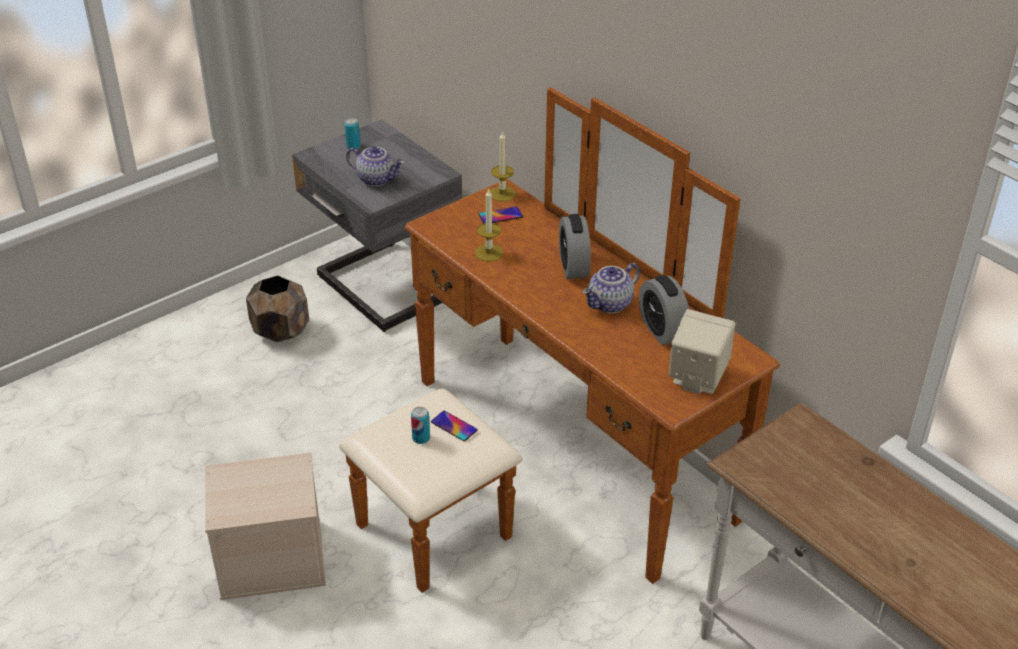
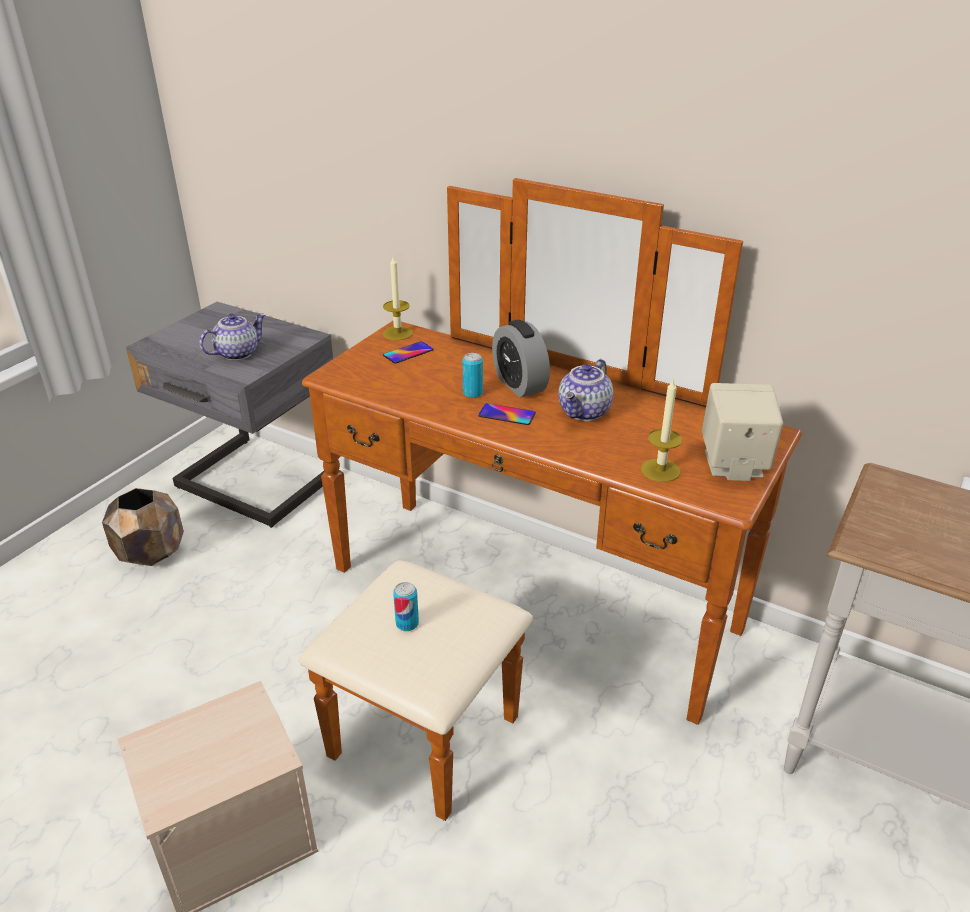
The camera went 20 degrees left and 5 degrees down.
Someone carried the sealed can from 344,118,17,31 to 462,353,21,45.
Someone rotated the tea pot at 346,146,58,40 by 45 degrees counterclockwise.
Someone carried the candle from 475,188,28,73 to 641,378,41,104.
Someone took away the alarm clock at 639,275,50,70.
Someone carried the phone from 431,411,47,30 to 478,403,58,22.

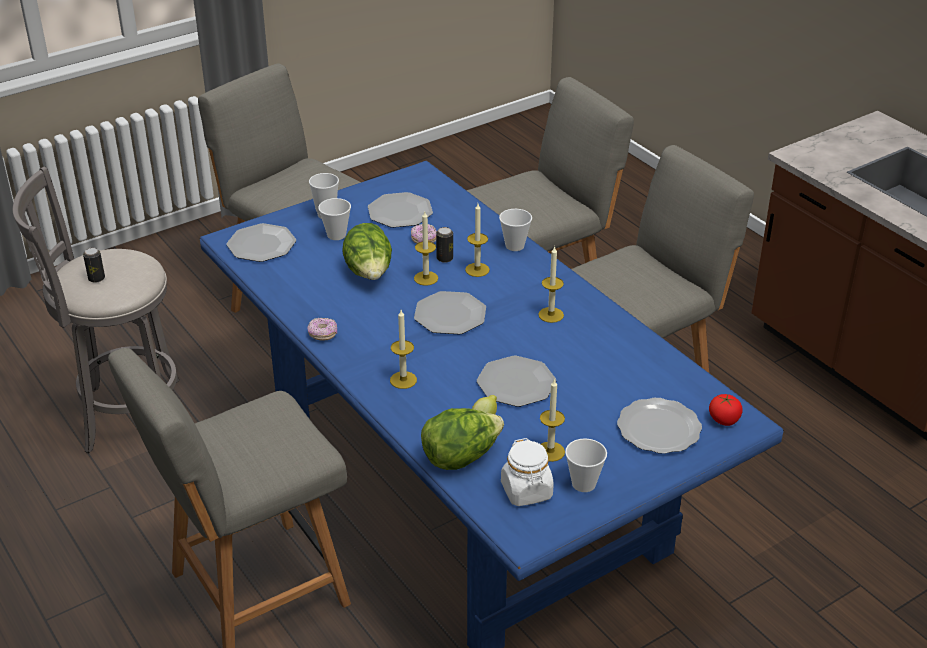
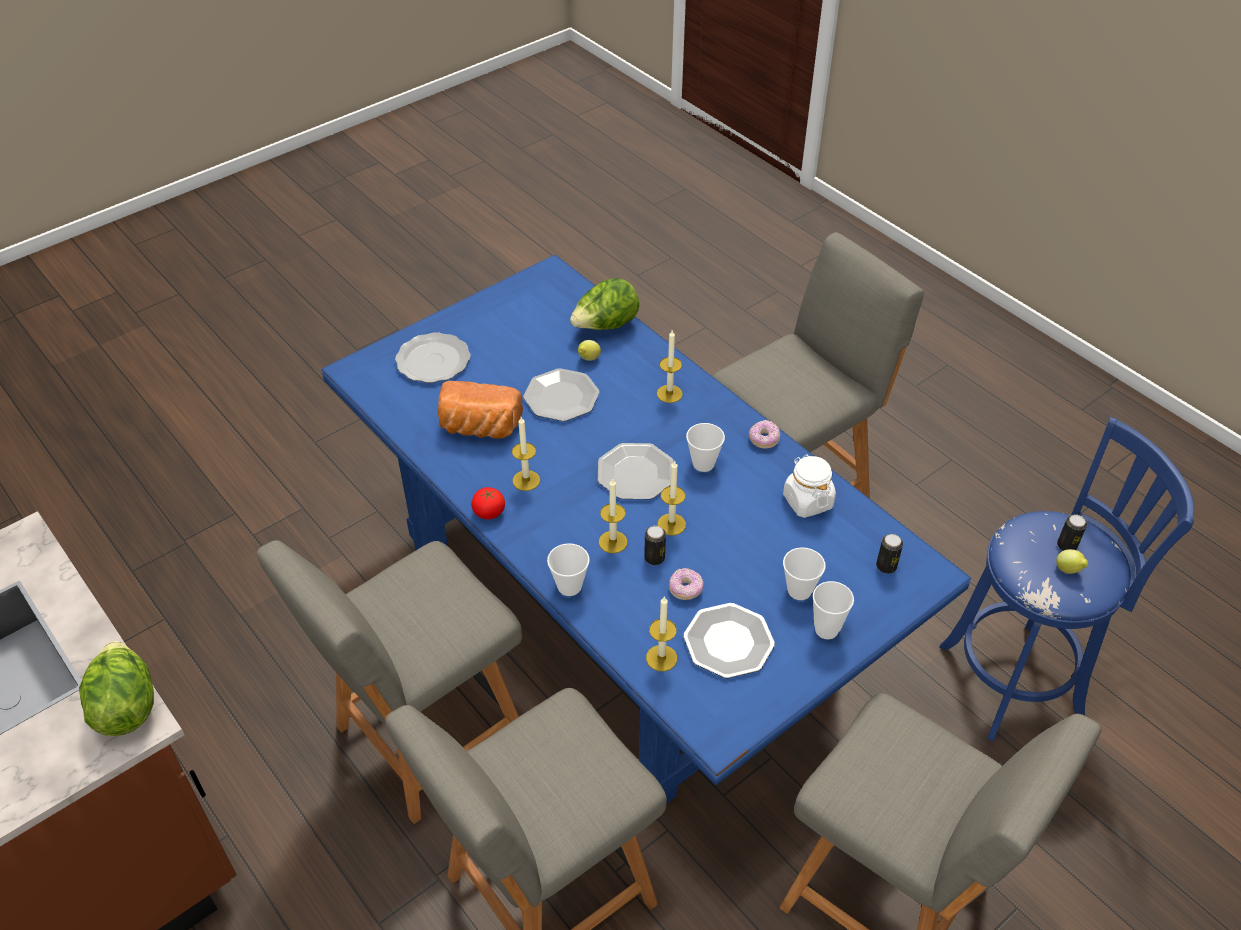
The camera went 175 degrees right and 10 degrees up.
Someone repainted the grey stool at 13,166,167,287, which became the bluish stool at 939,417,255,324.
Someone swapped the dinner plate at 227,223,69,39 for the sealed can at 876,534,27,39.
Someone carried the lettuce head from 342,223,50,57 to 79,641,75,95.
Someone carried the candle from 540,378,25,84 to 646,596,31,75.
Someone carried the tomato from 709,394,34,32 to 471,487,34,32.
Someone carried the white-coloured jar from 501,438,53,68 to 783,454,53,64.
Someone carried the small cup from 565,438,42,54 to 686,423,39,49.
Someone put down the baked bread at 438,381,85,58.
Someone put down the lemon at 1056,549,32,25.

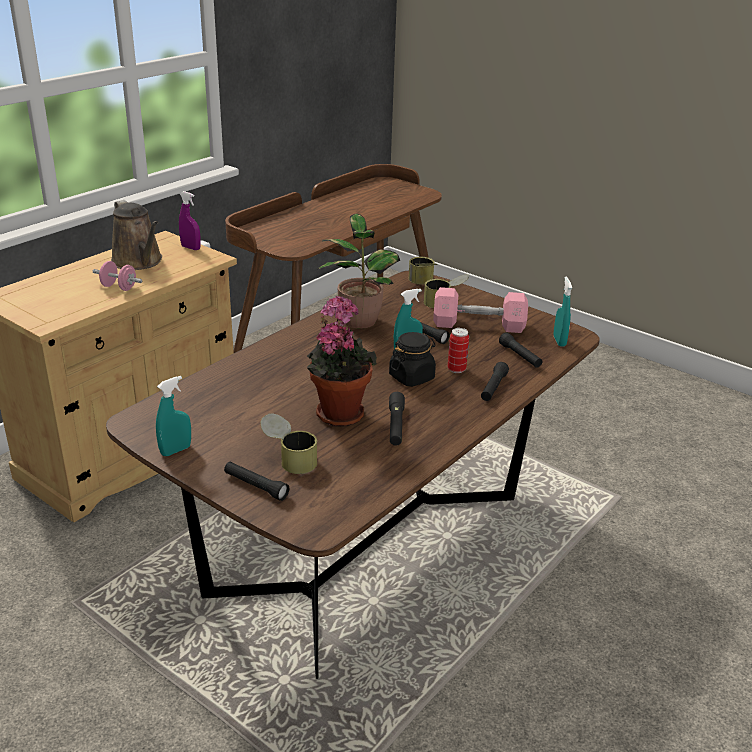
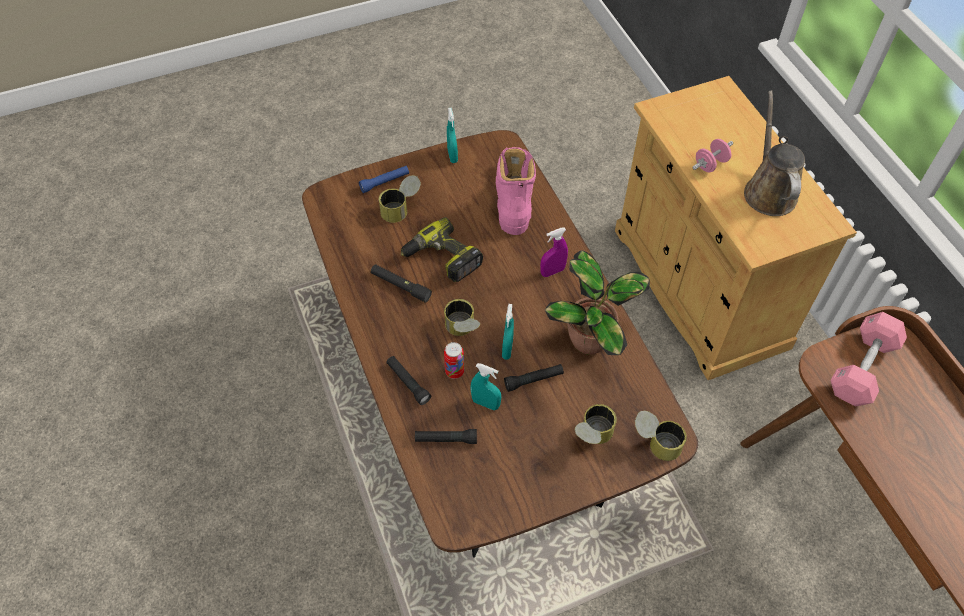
The camera went 120 degrees right and 25 degrees up.
Someone carried the purplish hand sprayer from 179,191,22,59 to 540,228,28,49.
Someone rotated the brown watering pot at 111,200,51,70 by 90 degrees clockwise.
Someone carried the turquoise hand sprayer from 554,276,18,70 to 471,363,30,47.
Someone carried the pink-coloured free weight from 433,287,95,46 to 830,312,77,95.
Someone swapped the plant in a pot at 307,296,70,130 for the power drill at 400,217,83,65.
Someone swapped the black-coloured jar at 389,332,47,55 for the sealed can at 444,299,36,37.
Someone repainted the black-coloured hand torch at 224,462,65,39, which became the bluish hand torch at 359,166,50,27.
Someone put down the pink-coloured tall boot at 496,147,40,88.

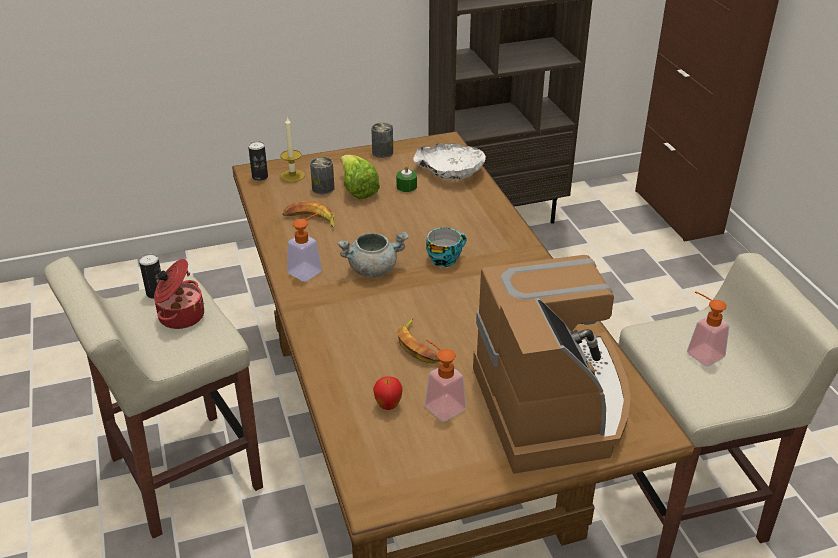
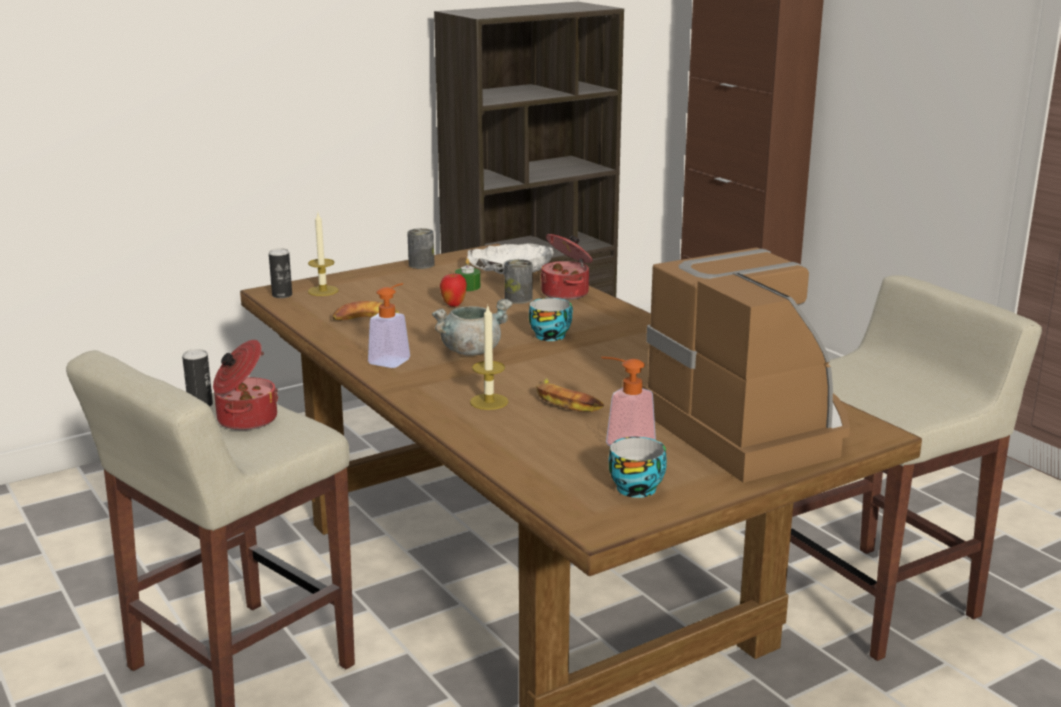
The camera went 15 degrees left and 15 degrees down.
Someone took away the lettuce head at 340,155,40,44.
Someone carried the sealed can from 310,157,25,38 to 504,259,29,45.
Someone took away the liquid soap bottle at 687,291,42,76.
Someone carried the apple from 373,376,30,34 to 440,272,27,35.
Someone put down the stockpot at 540,234,52,66.
Someone put down the candle at 470,304,38,106.
Someone put down the small cup at 609,437,58,61.

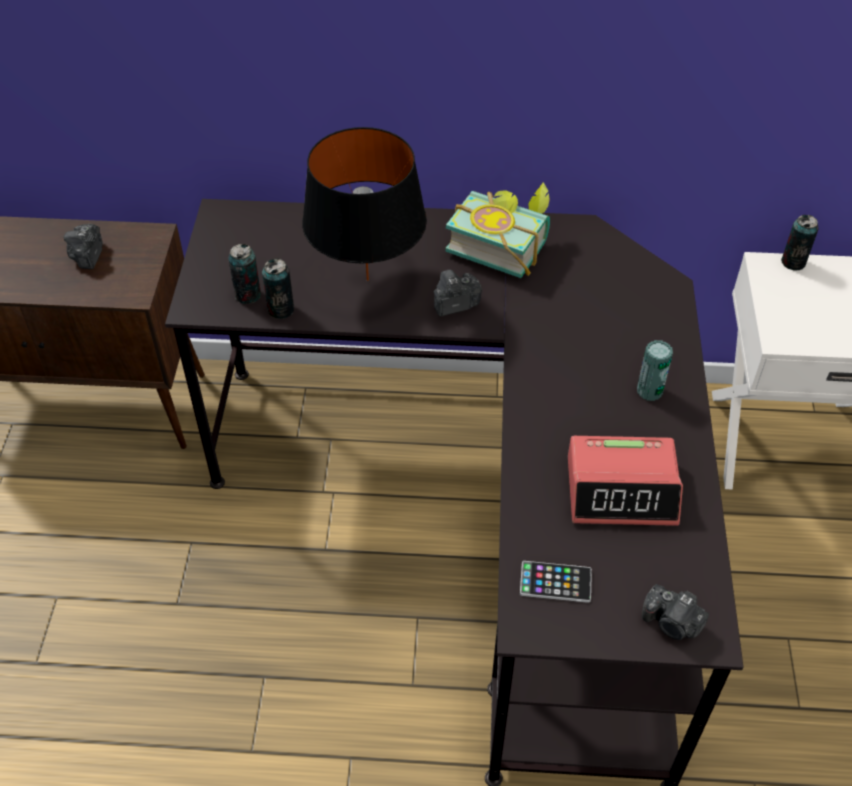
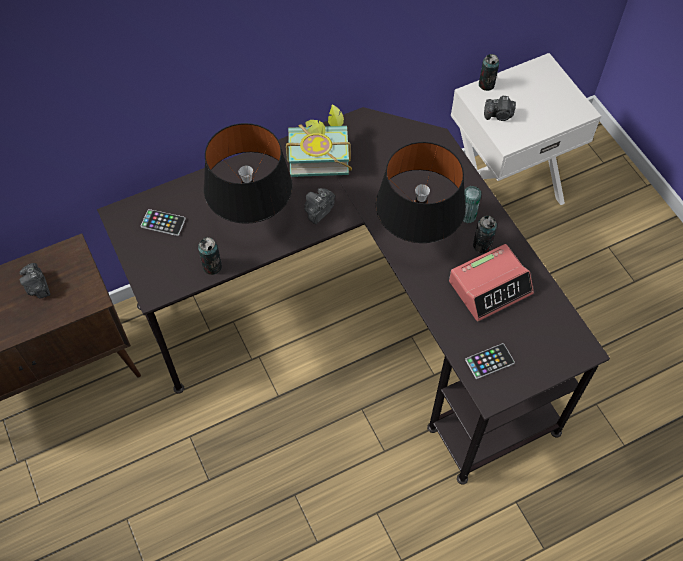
The camera went 30 degrees left and 10 degrees up.
Someone carried the sealed can from 228,244,33,60 to 473,215,24,38.
Someone carried the still camera from 642,584,67,56 to 484,96,32,25.
Someone put down the black-coloured tabletop lamp at 376,142,90,101.
Someone put down the phone at 141,209,45,27.

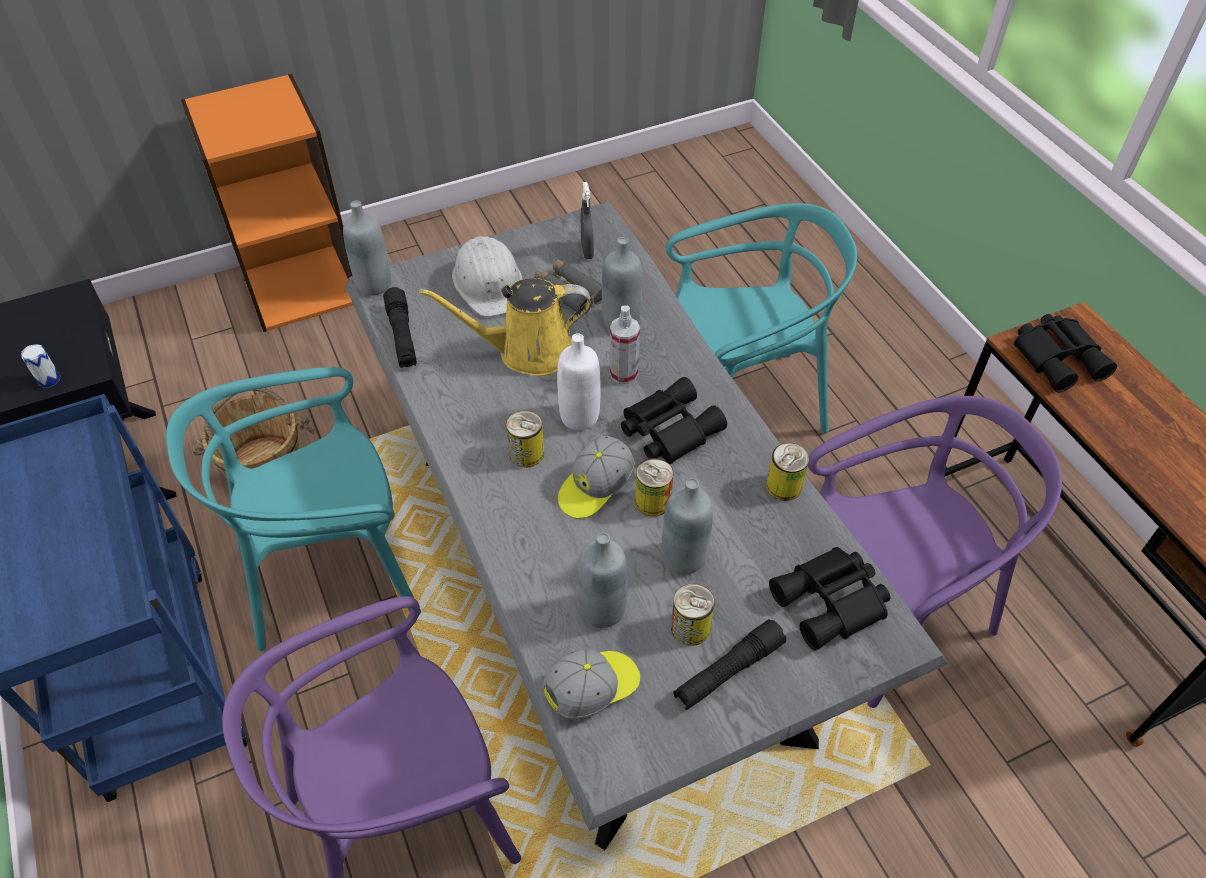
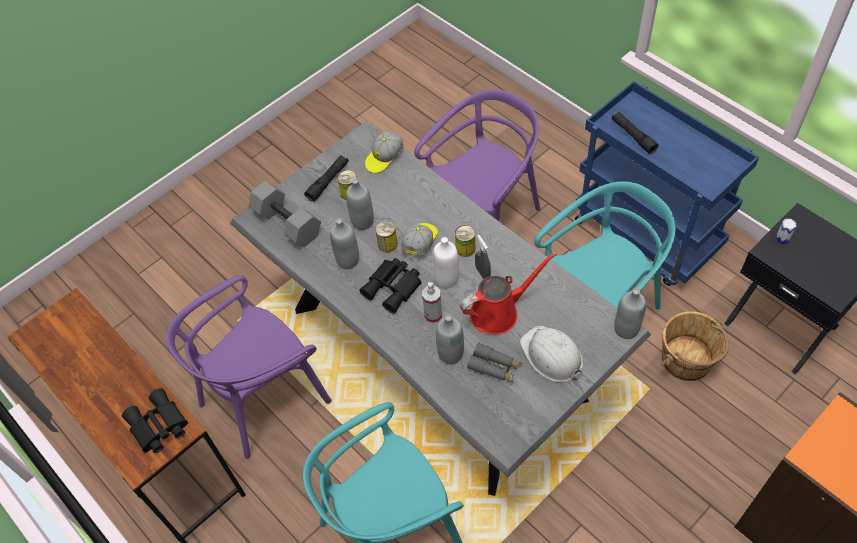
The camera went 165 degrees right and 5 degrees up.
Someone carried the grey hand sprayer from 581,182,13,77 to 475,235,16,44.
Someone repainted the yellow watering pot at 419,278,172,98, which became the reddish watering pot at 460,252,97,82.
Someone carried the black-coloured hand torch from 383,287,34,81 to 612,112,47,42.
Someone took away the sealed can at 766,443,43,58.
Someone carried the grey drink bottle from 578,532,50,96 to 330,218,29,51.
Someone swapped the black-coloured binoculars at 769,547,121,104 for the grey free weight at 248,181,73,66.

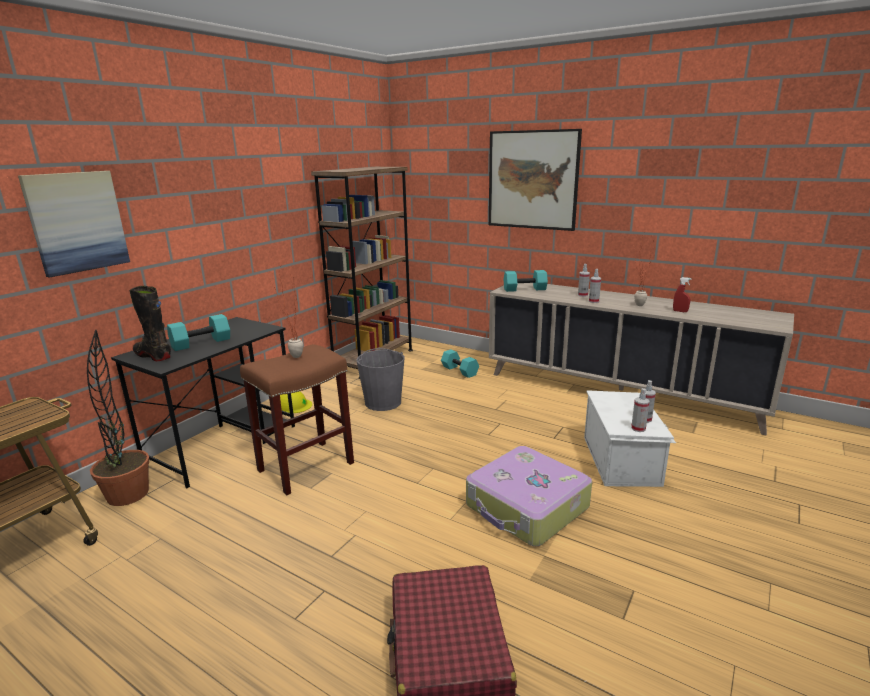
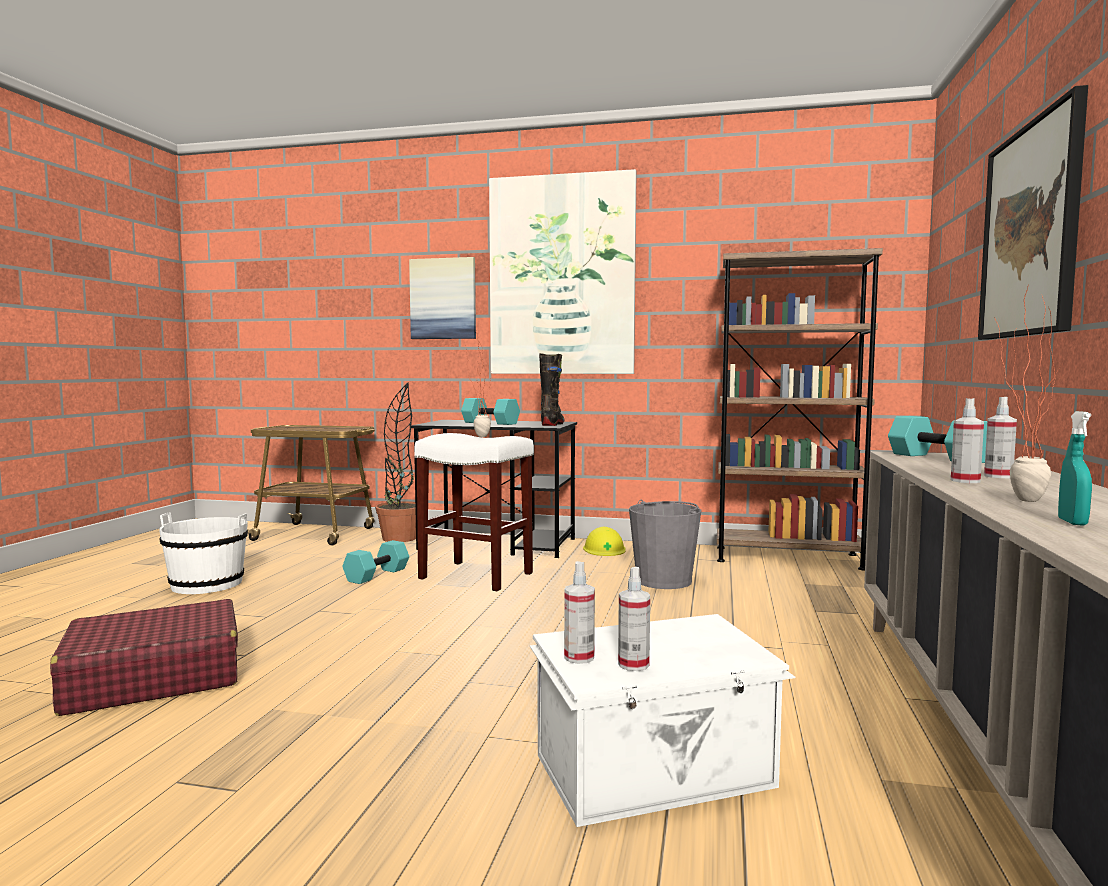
The camera went 70 degrees right and 15 degrees down.
Someone repainted the reddish hand sprayer at 673,277,19,35, which became the turquoise hand sprayer at 1058,411,34,115.
Someone carried the black-coloured tall boot from 130,286,41,75 to 539,353,26,73.
Someone repainted the brown stool at 240,344,114,151, which became the white-coloured stool at 414,433,120,158.
Someone carried the turquoise free weight from 441,349,38,29 to 342,540,67,44.
Someone took away the piece of luggage at 466,446,126,100.
Someone put up the picture at 489,169,148,205.
Someone put down the white-coloured water bucket at 159,512,89,82.

